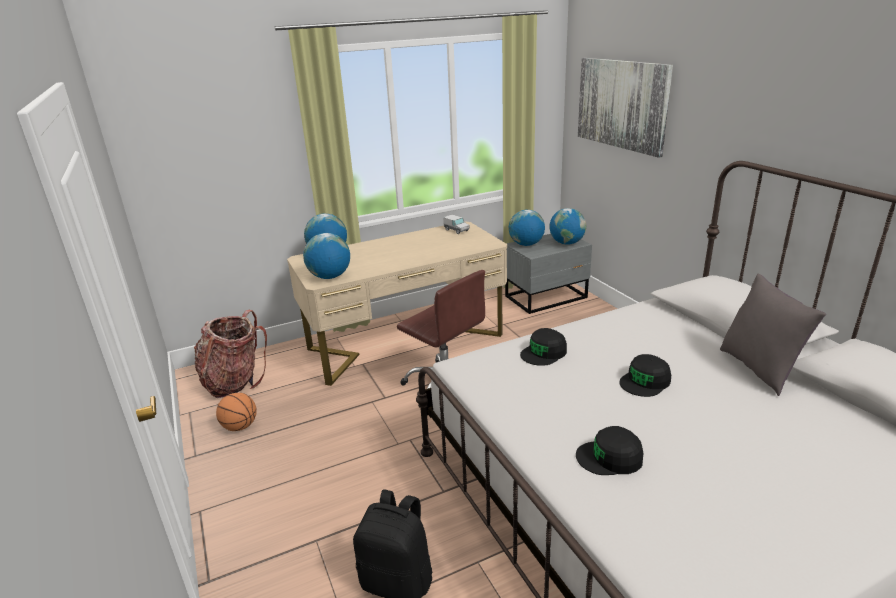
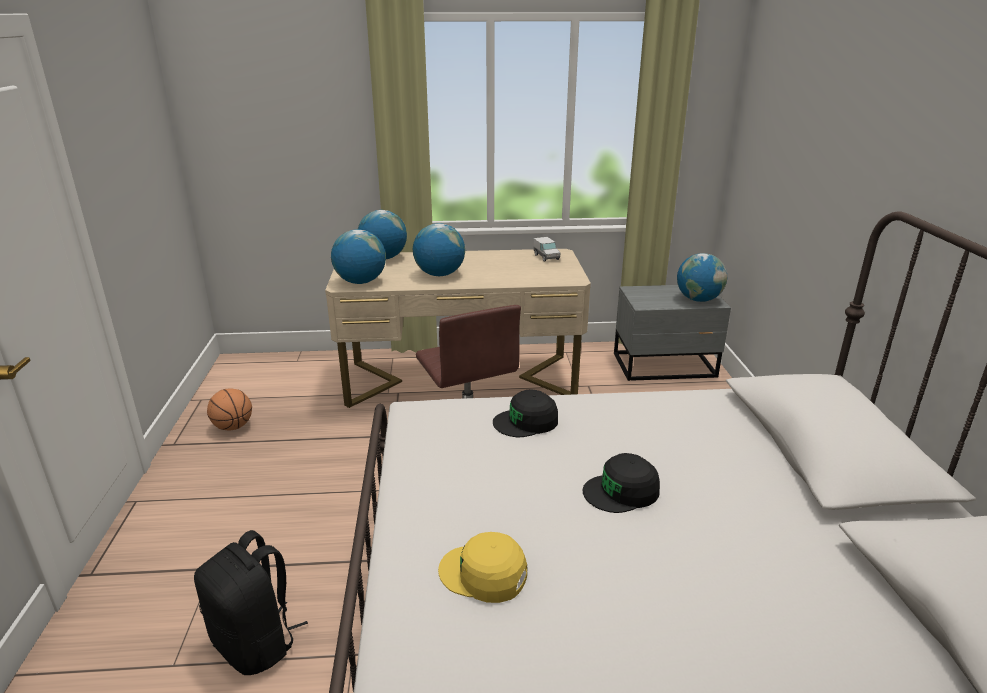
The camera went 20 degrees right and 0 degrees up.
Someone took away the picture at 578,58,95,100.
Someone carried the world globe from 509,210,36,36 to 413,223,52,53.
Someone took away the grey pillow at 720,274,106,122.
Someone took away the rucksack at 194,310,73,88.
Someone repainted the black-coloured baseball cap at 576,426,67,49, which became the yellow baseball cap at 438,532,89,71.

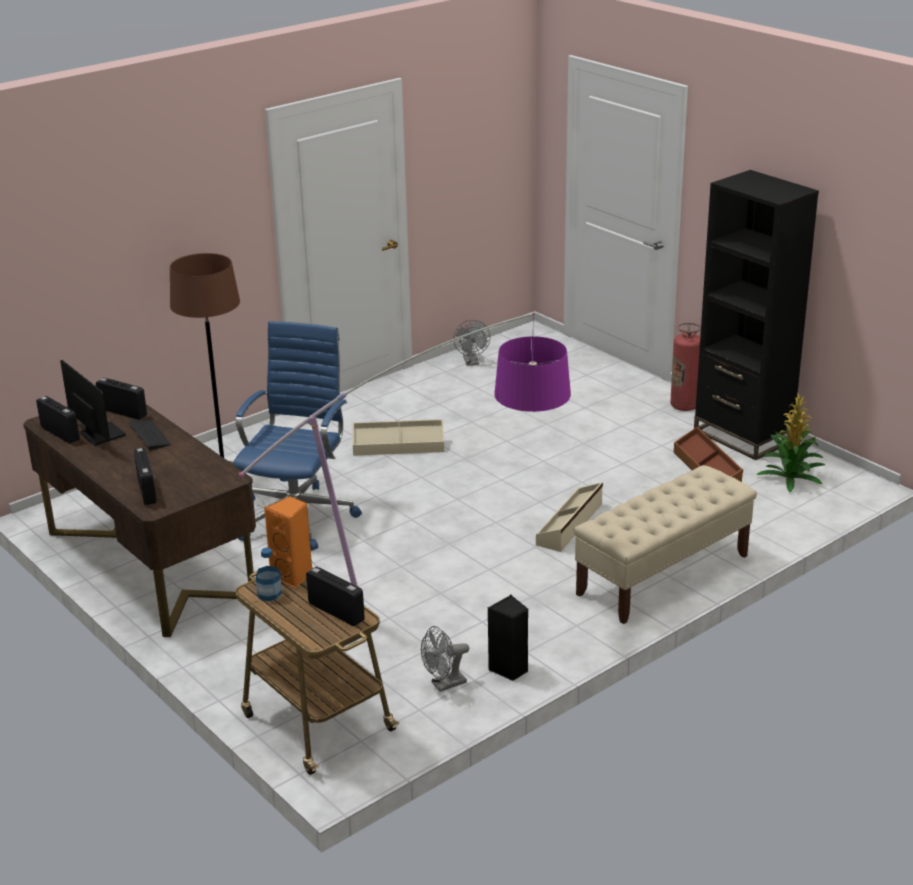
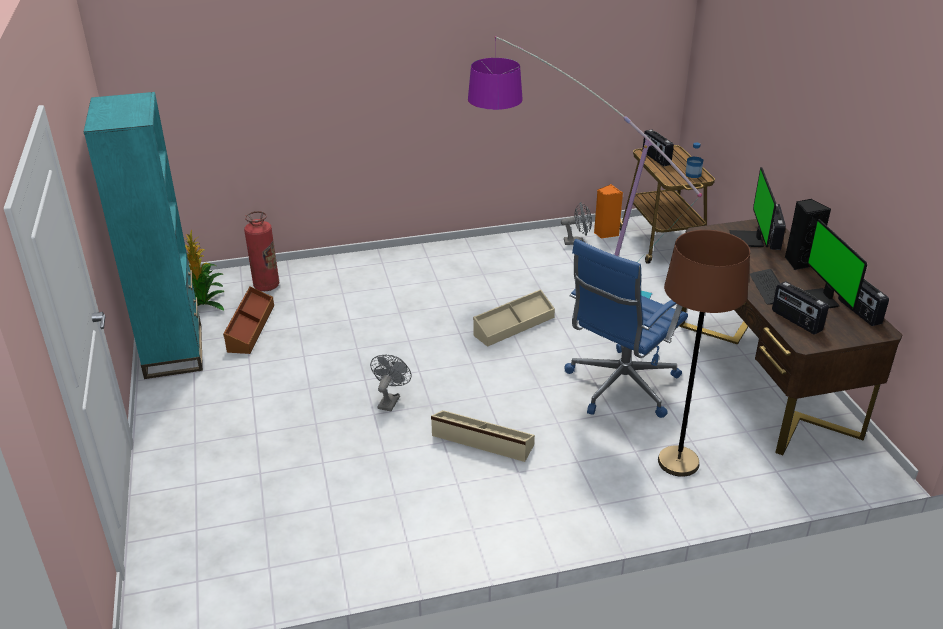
The camera went 155 degrees left and 5 degrees up.
Someone repainted the black-coloured bookshelf at 694,170,125,290, which became the turquoise bookshelf at 84,92,119,287.
Someone carried the grey cooling fan from 453,320,37,46 to 370,355,41,56.
Someone carried the fire extinguisher from 670,322,31,89 to 244,211,35,80.
Someone took away the beige bench at 573,465,184,159.
Someone carried the beige storage box from 536,482,67,70 to 473,289,82,58.
Someone carried the orange-coloured audio speaker from 264,496,48,92 to 594,184,29,55.
Someone carried the black-coloured audio speaker from 488,595,40,86 to 785,199,46,71.
Someone put down the computer screen at 729,167,47,80.

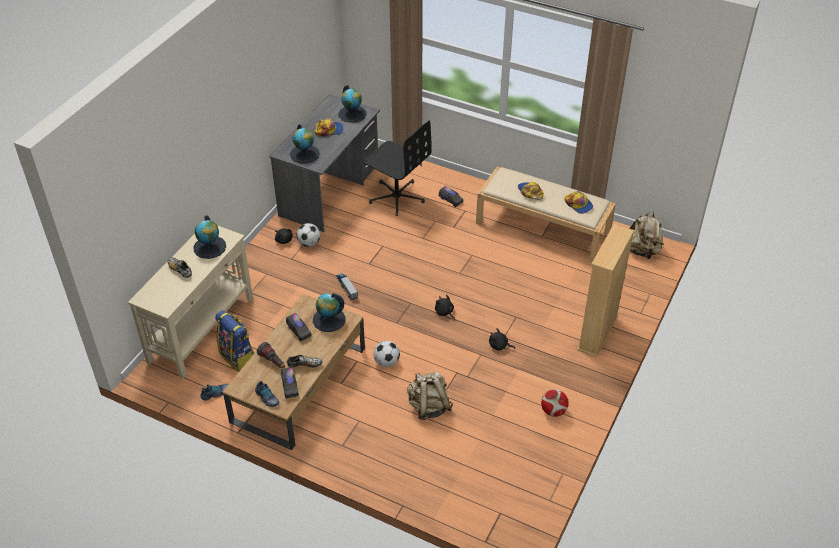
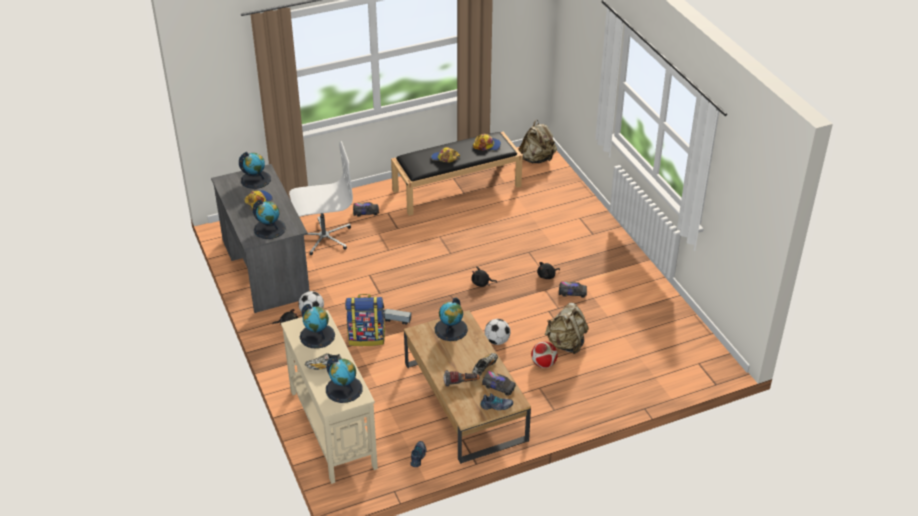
The camera went 50 degrees left and 5 degrees down.
Someone repainted the black-coloured office chair at 363,120,69,96, which became the white-coloured office chair at 289,141,64,114.
Someone repainted the beige bench at 476,167,140,95, which became the black-coloured bench at 391,132,132,84.
Someone took away the beige bookshelf at 577,224,57,133.
Someone carried the rucksack from 215,310,39,62 to 345,294,40,52.
Someone carried the toy lorry from 286,313,25,28 to 559,282,28,16.
Someone carried the football ball from 541,389,28,28 to 531,342,27,26.
Someone put down the world globe at 326,357,37,46.

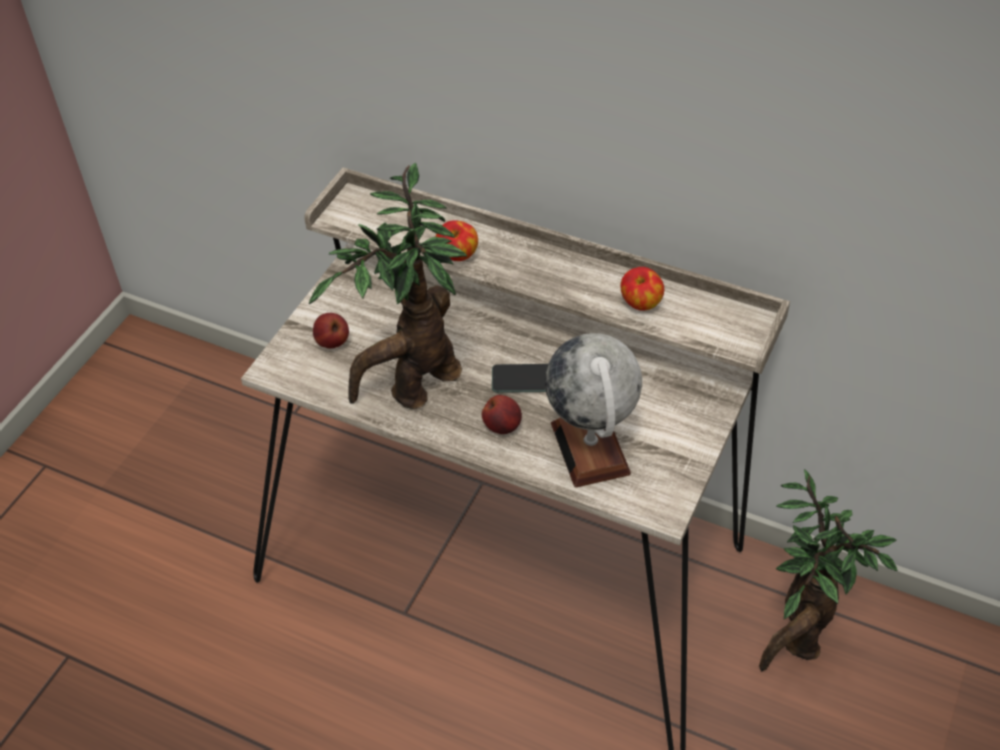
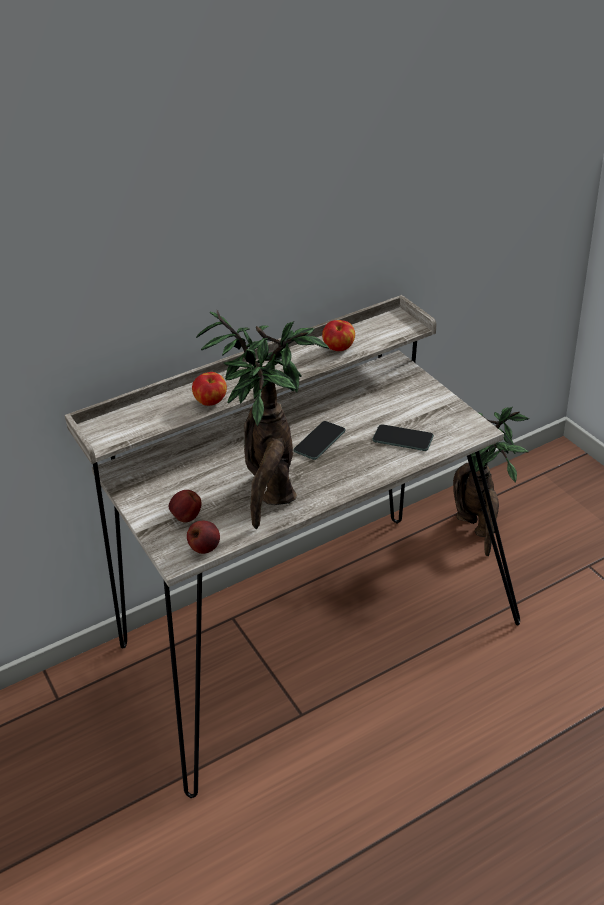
The camera went 55 degrees left and 10 degrees down.
Someone swapped the world globe at 545,333,97,155 for the phone at 372,424,62,27.
Someone carried the apple from 482,395,40,39 to 187,521,33,33.

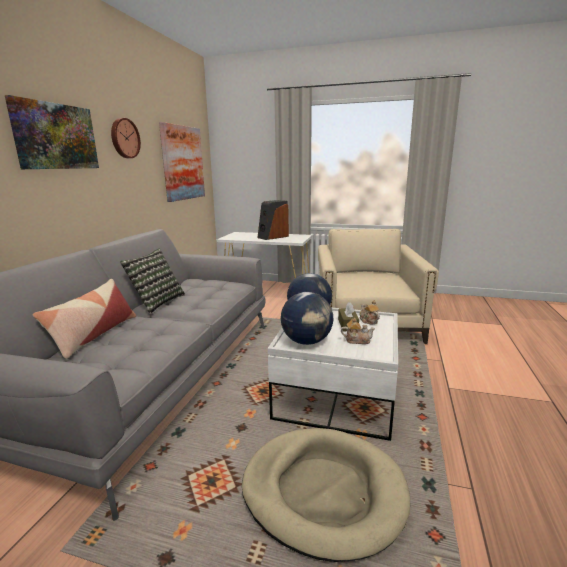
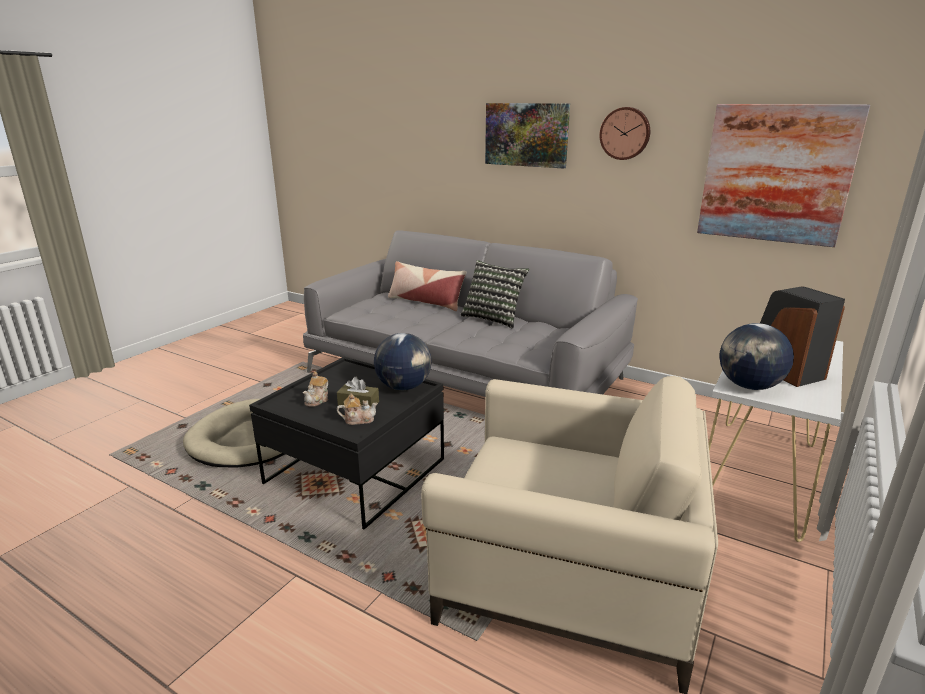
The camera went 105 degrees right and 5 degrees up.
Someone carried the world globe from 281,292,52,53 to 719,323,75,67.
Someone repainted the white-coloured low table at 268,307,130,134, which became the black-coloured low table at 249,357,195,173.

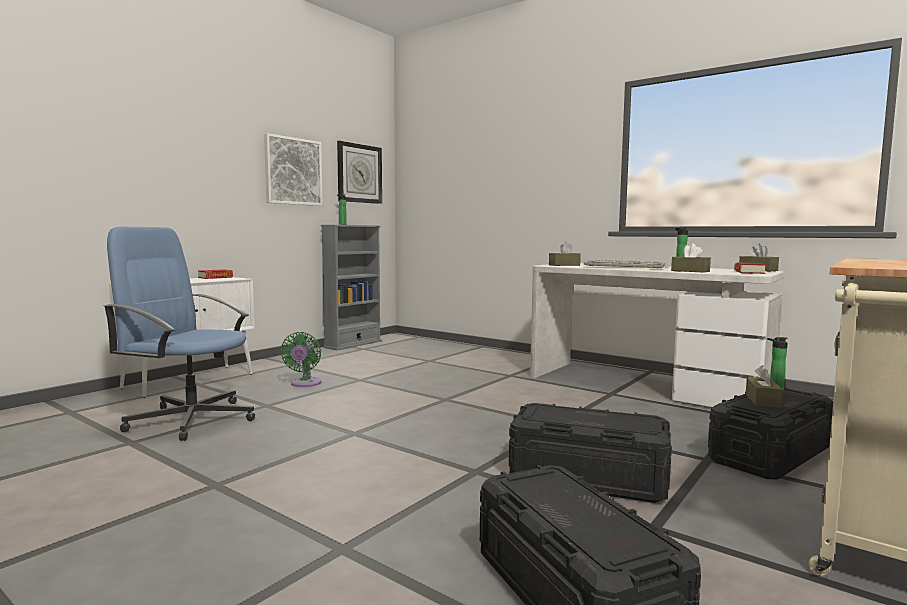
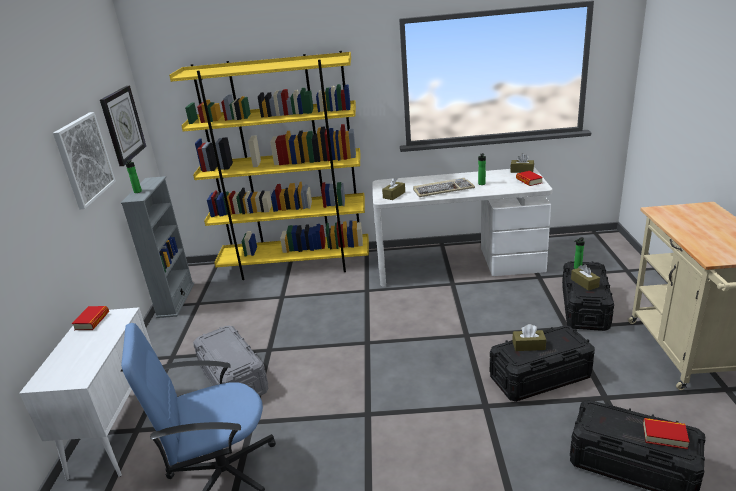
The camera went 35 degrees left and 20 degrees up.
Someone carried the brown tissue holder from 671,243,40,30 to 513,324,33,27.
Someone swapped the green-coloured cooling fan at 281,332,40,55 for the grey storage box at 193,326,76,70.
Someone put down the yellow bookshelf at 169,51,200,229.
Someone put down the bound book at 643,418,46,31.

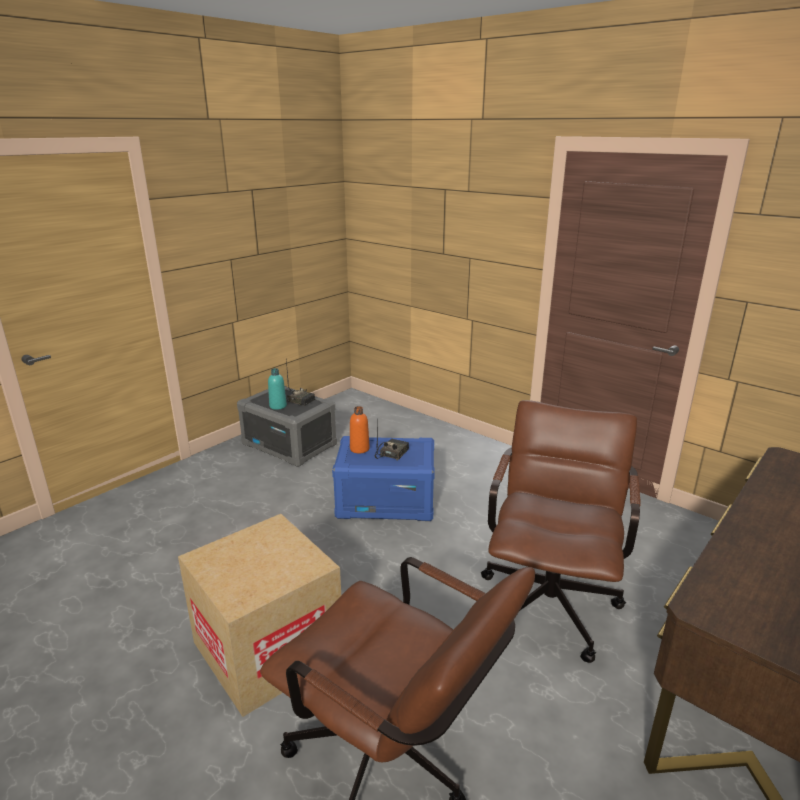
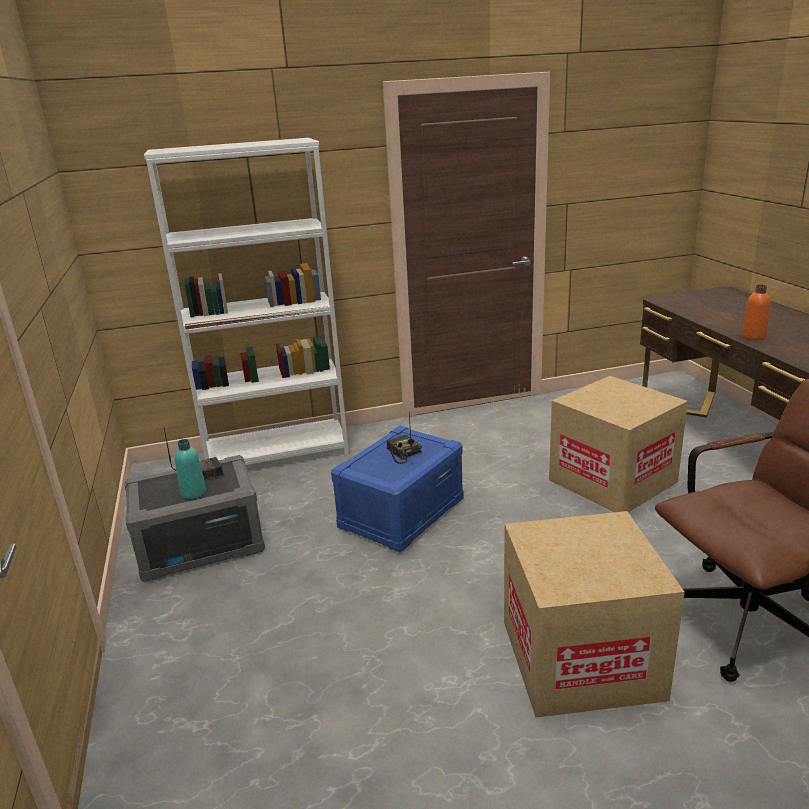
The camera went 55 degrees left and 0 degrees up.
Someone swapped the brown office chair at 481,400,160,263 for the cardboard box at 549,376,139,136.
Someone carried the orange-coloured drink bottle from 350,406,20,48 to 742,284,29,56.
Someone put down the white-coloured bookshelf at 144,138,205,327.

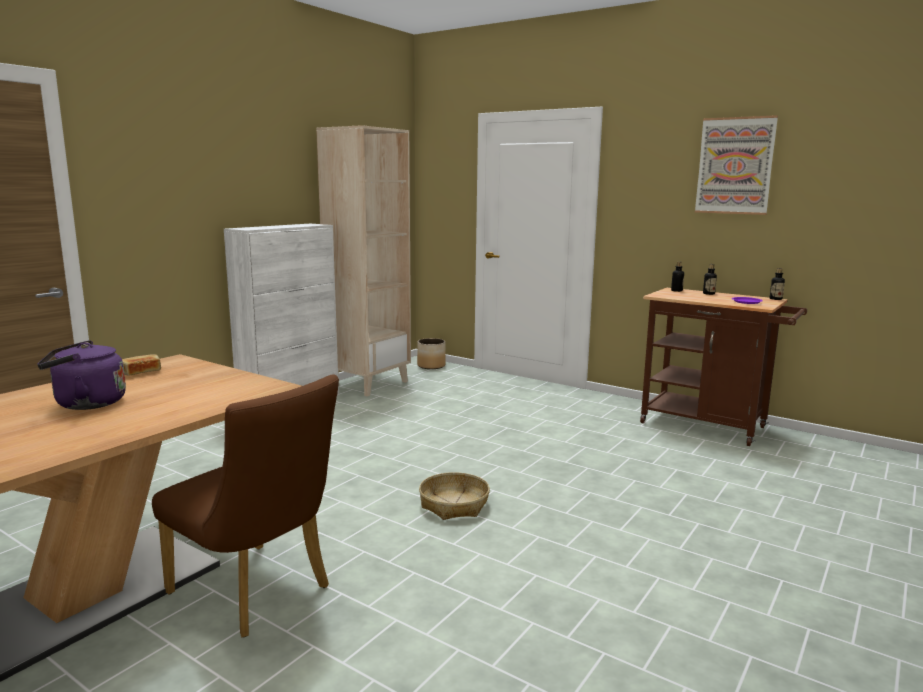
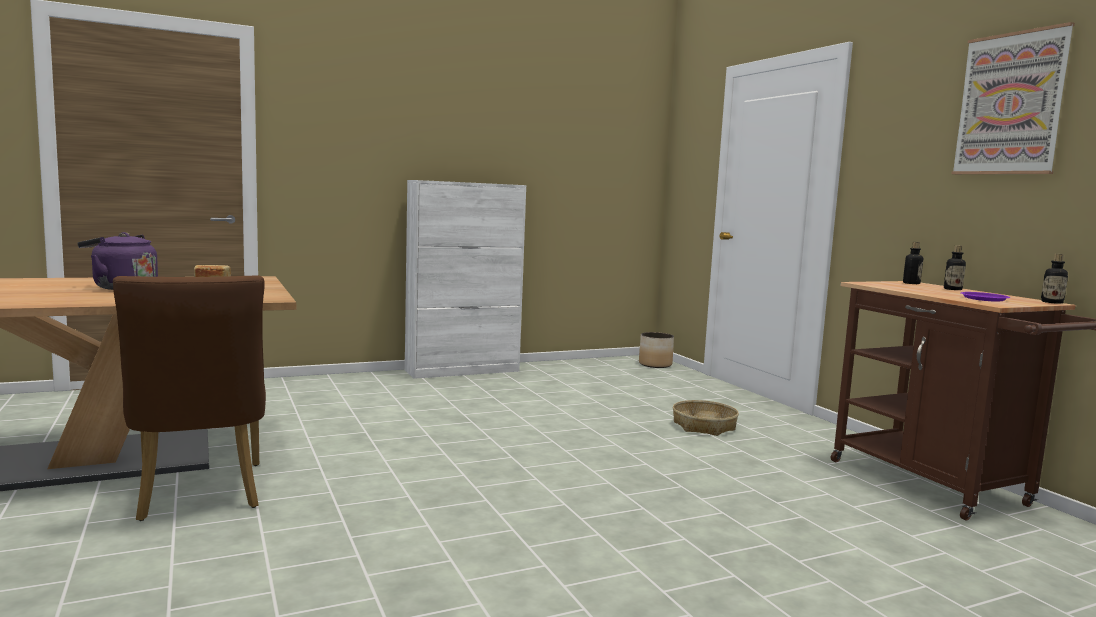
The camera went 30 degrees right and 5 degrees down.
Someone took away the beige bookshelf at 316,125,95,272.
Someone carried the basket from 419,472,71,48 to 673,400,66,36.

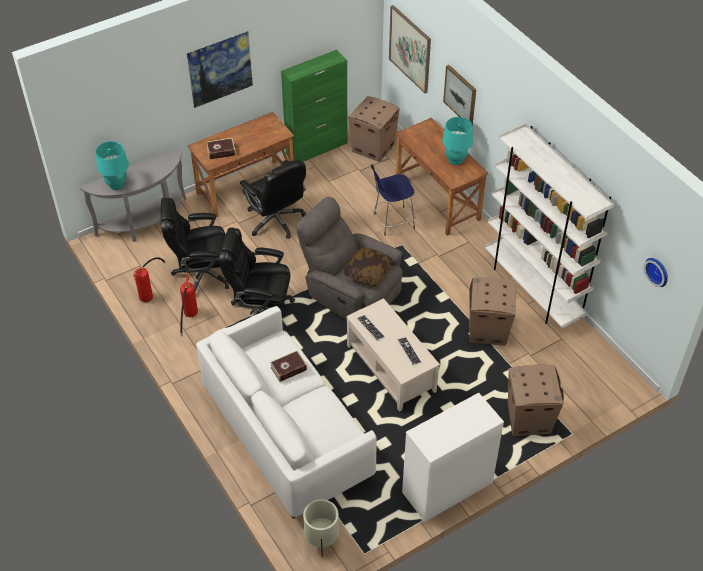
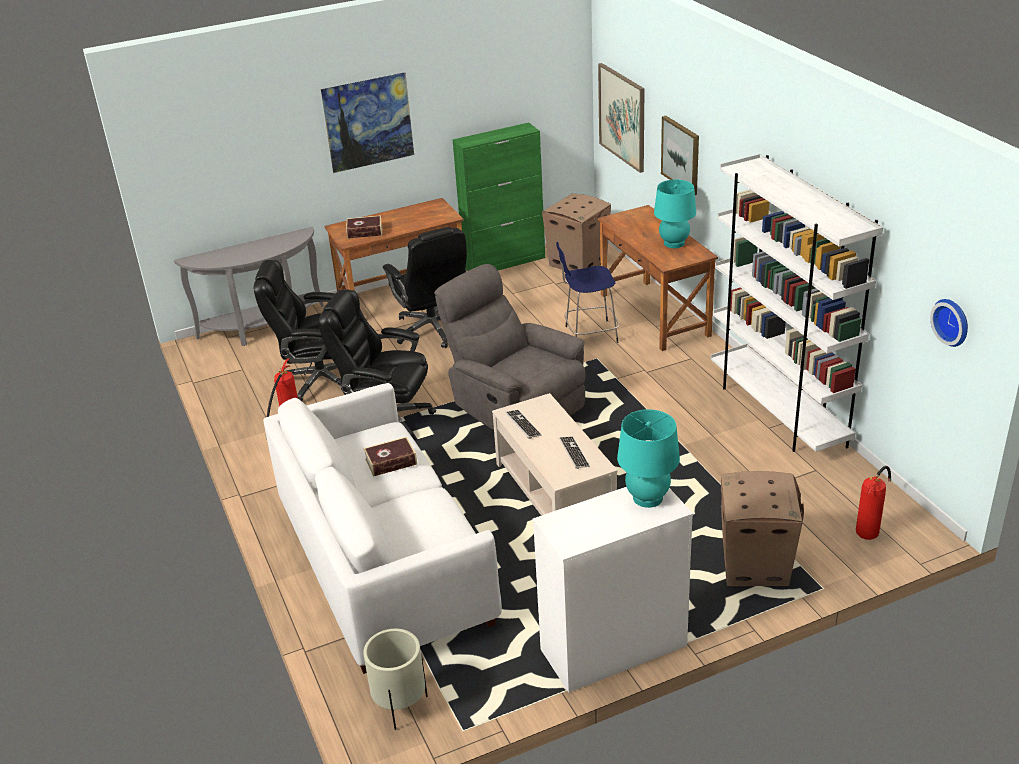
The camera went 10 degrees right and 15 degrees down.
Someone carried the turquoise tabletop lamp from 96,141,33,49 to 617,409,63,99.
Someone took away the pillow at 344,248,48,38.
Someone carried the fire extinguisher from 133,257,33,45 to 856,466,35,74.
Someone took away the cardboard box at 469,277,47,69.

